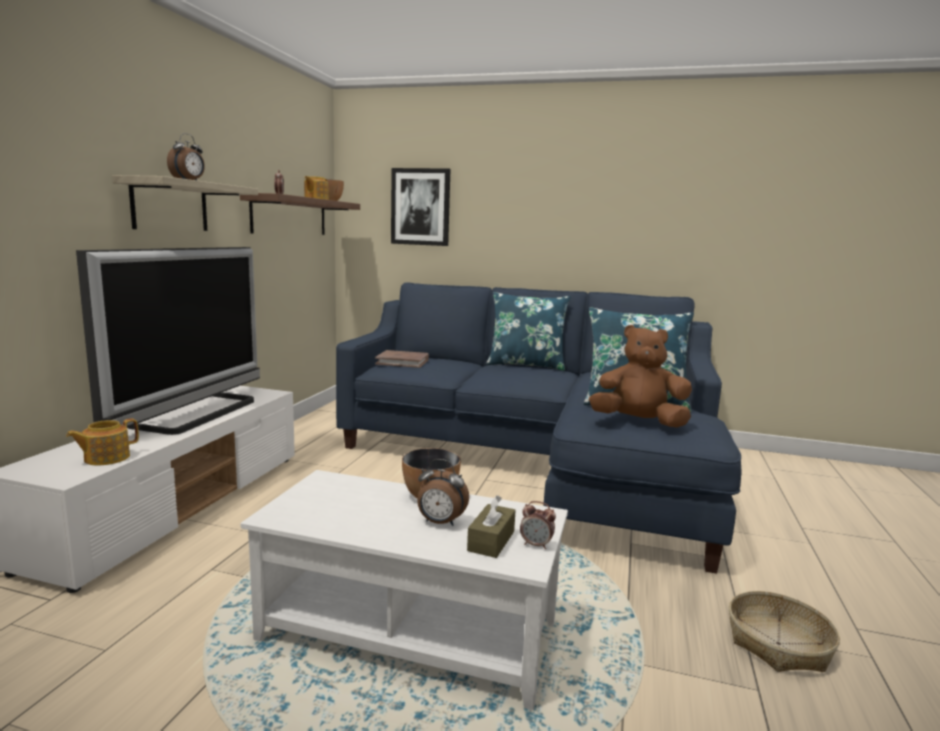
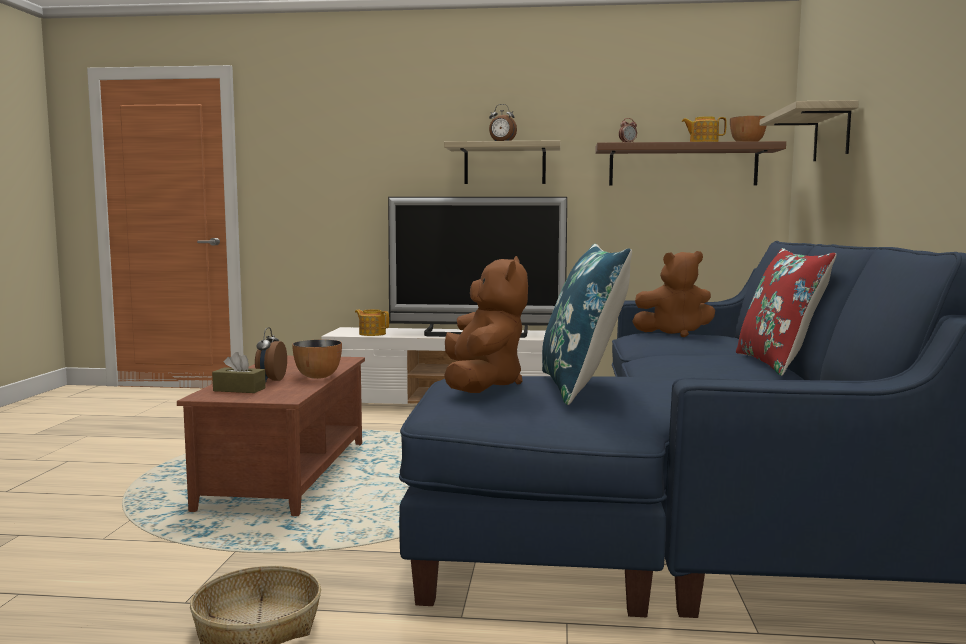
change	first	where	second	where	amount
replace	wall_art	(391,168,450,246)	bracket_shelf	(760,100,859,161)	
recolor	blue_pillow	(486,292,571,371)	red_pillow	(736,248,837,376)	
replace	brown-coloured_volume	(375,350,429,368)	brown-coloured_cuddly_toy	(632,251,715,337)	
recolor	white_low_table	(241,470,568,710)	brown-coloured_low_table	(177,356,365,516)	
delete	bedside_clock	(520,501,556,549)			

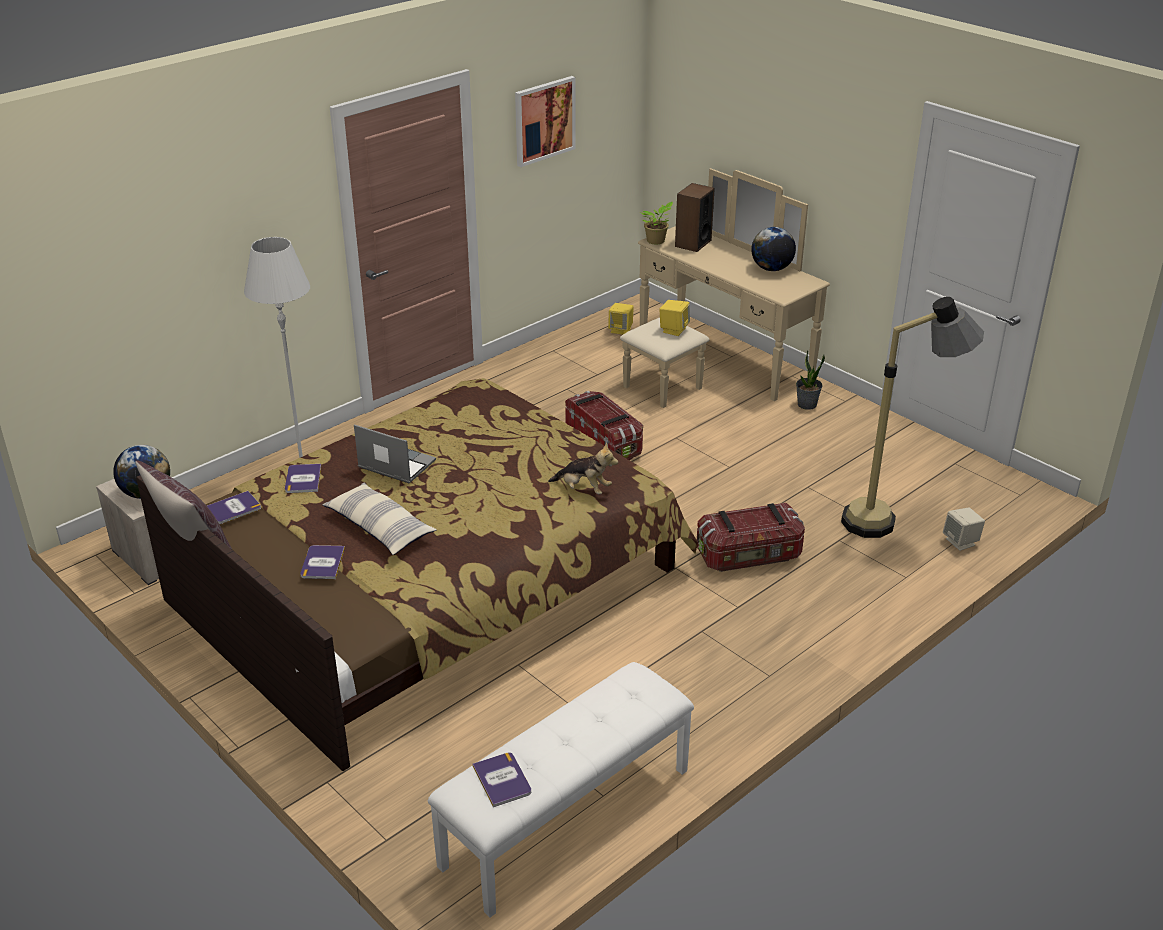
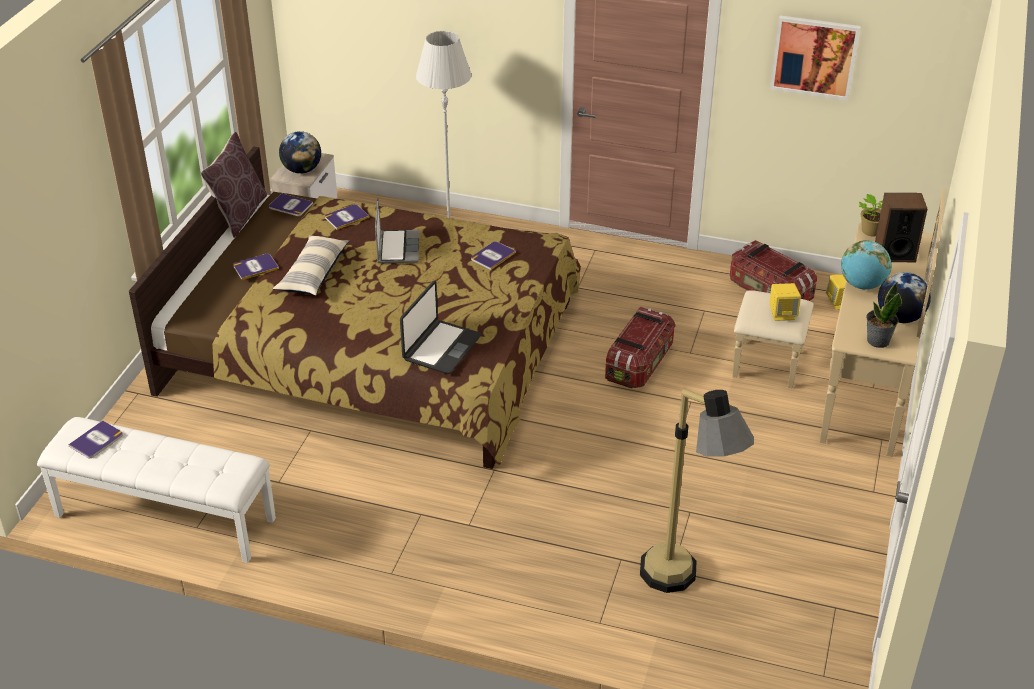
change	first	where	second	where	amount
move	plant_in_a_pot	(796,350,825,410)		(866,281,902,348)	
replace	cuddly_toy	(548,442,618,494)	laptop	(400,281,481,374)	
move	storage_box	(697,503,805,572)		(730,240,817,301)	
delete	sand-coloured_speaker	(943,507,985,551)			
insert			world_globe	(841,240,892,290)	
insert			volume	(471,241,516,270)	

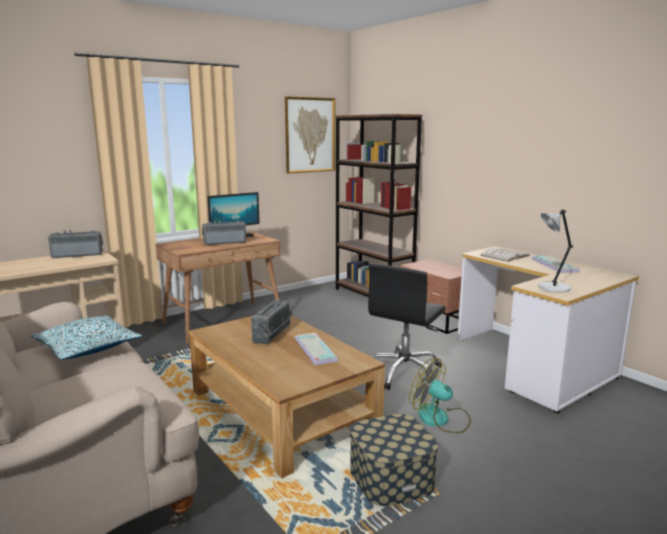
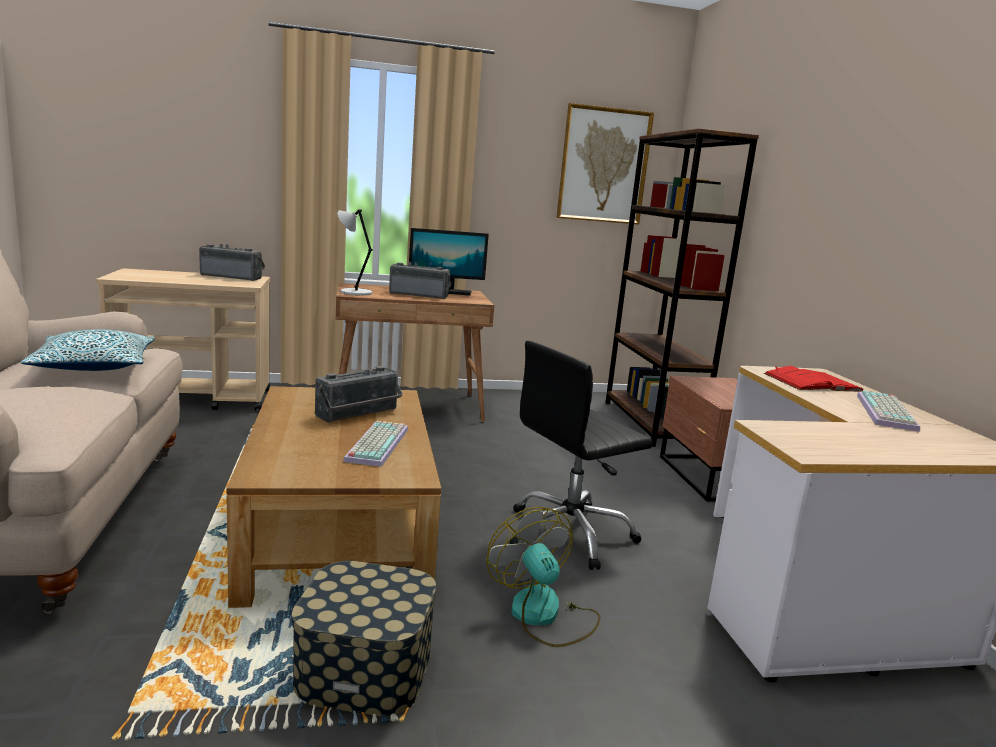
change	first	where	second	where	amount
move	gray_table_lamp	(538,209,573,292)		(337,209,373,296)	
recolor	white_volume	(480,249,530,262)	red_volume	(764,366,863,392)	

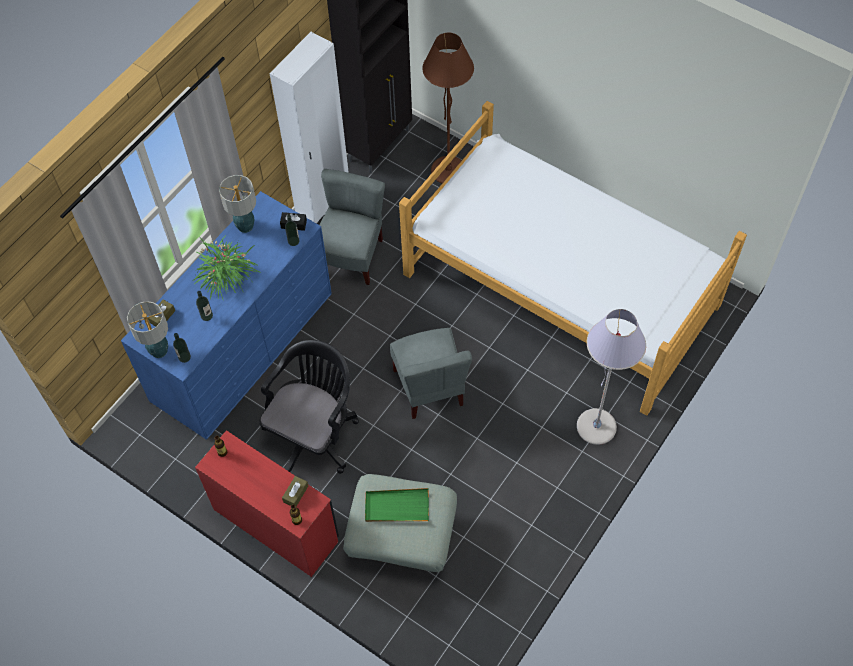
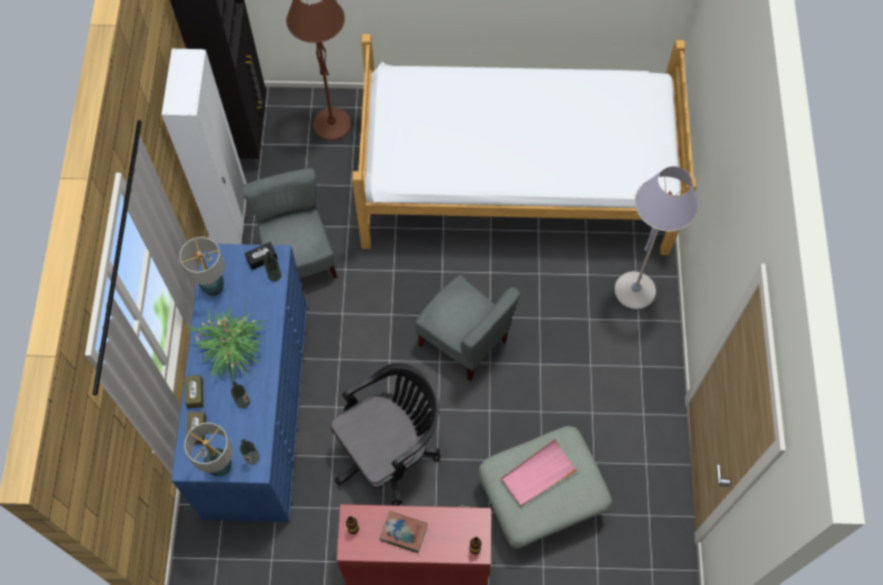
change	first	where	second	where	amount
rotate	black-coloured_computer_chair	(259,340,359,474)		(330,363,440,506)	60 degrees clockwise
move	brown-coloured_tissue_holder	(282,476,308,506)		(185,375,204,408)	
recolor	green_serving_tray	(365,488,429,522)	pink_serving_tray	(501,439,578,507)	
insert			volume	(379,511,428,553)	

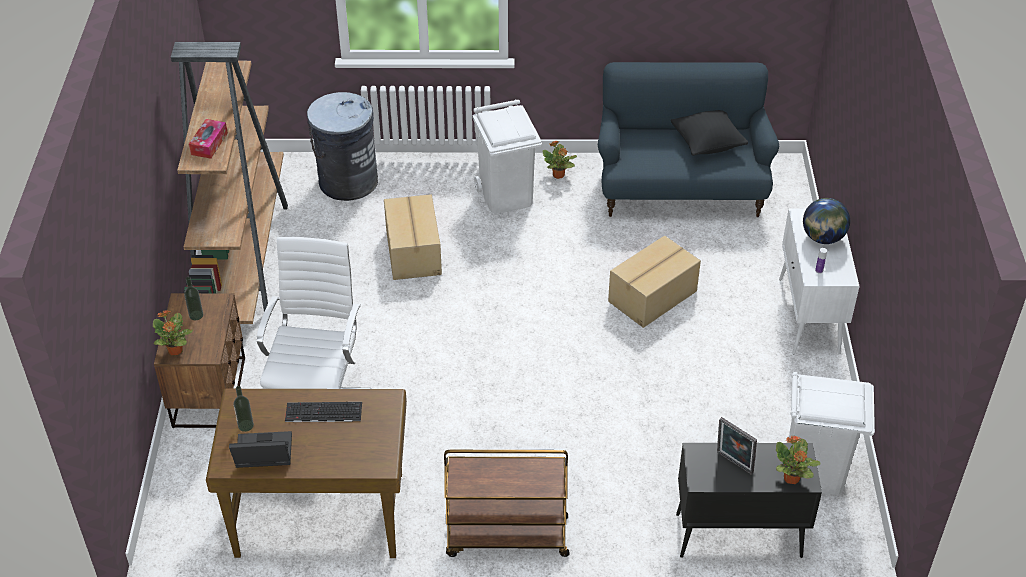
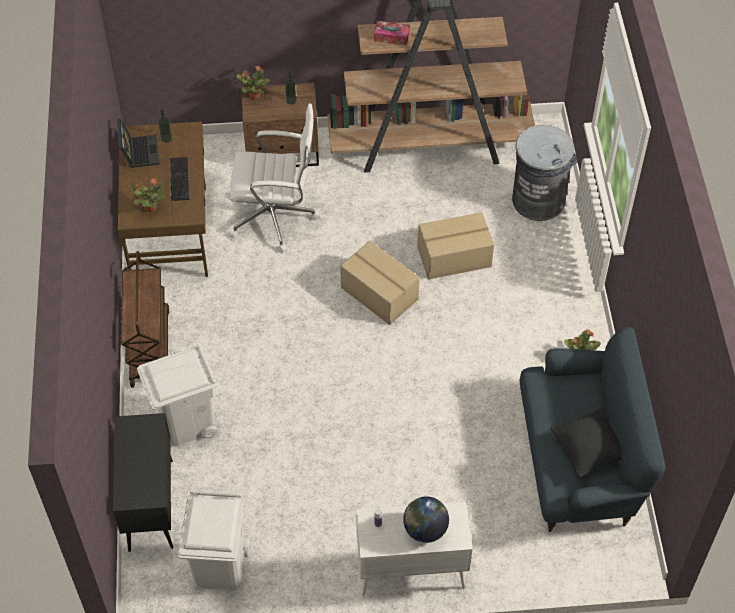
change	first	where	second	where	amount
move	white_waste_bin	(472,99,542,214)		(137,344,218,446)	
move	packing_box	(608,236,701,328)		(340,241,420,325)	
delete	picture_frame	(717,417,757,475)			
move	plant_in_a_pot	(776,435,821,484)		(132,178,165,212)	

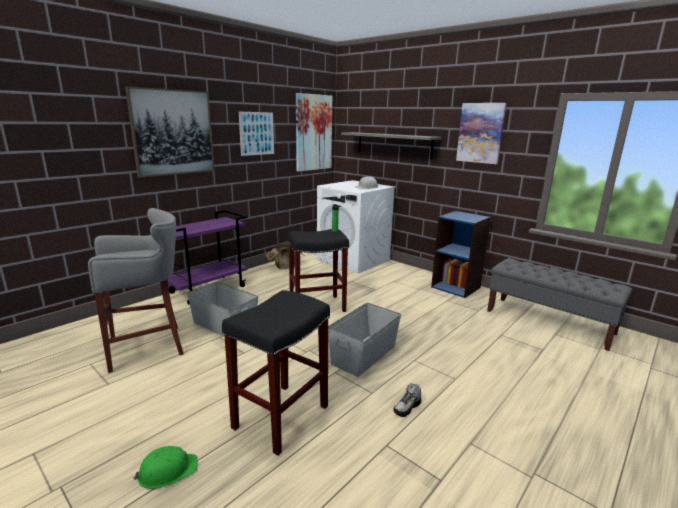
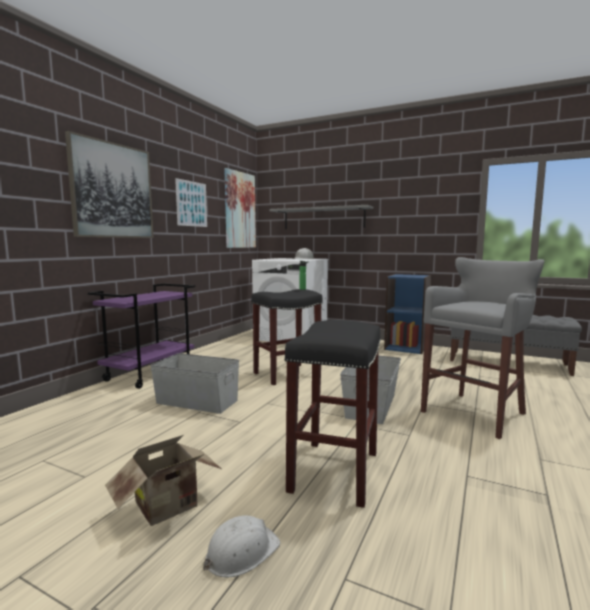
change	first	where	second	where	amount
delete	wall_art	(456,103,507,164)			
move	gray_stool	(88,208,184,373)		(421,257,544,439)	
move	packing_box	(266,243,303,269)		(105,435,221,526)	
delete	shoe	(393,383,421,417)			
recolor	green_work_helmet	(133,446,198,489)	white_work_helmet	(203,515,280,577)	

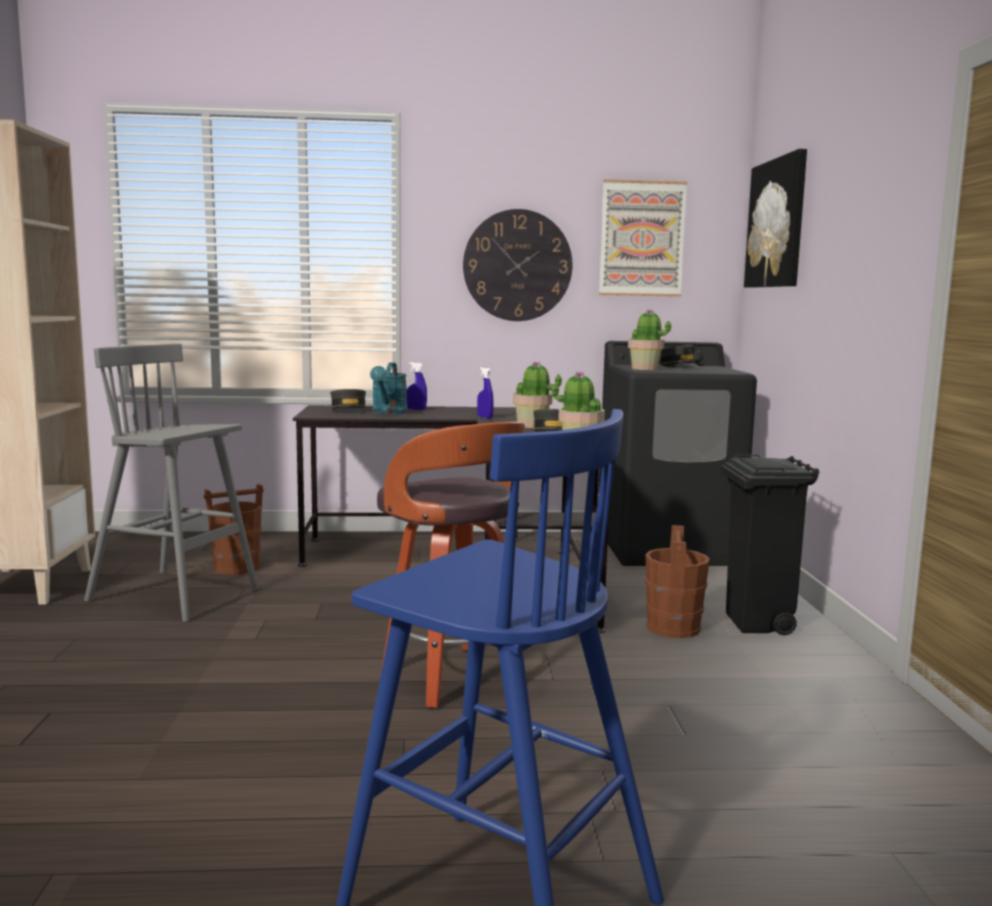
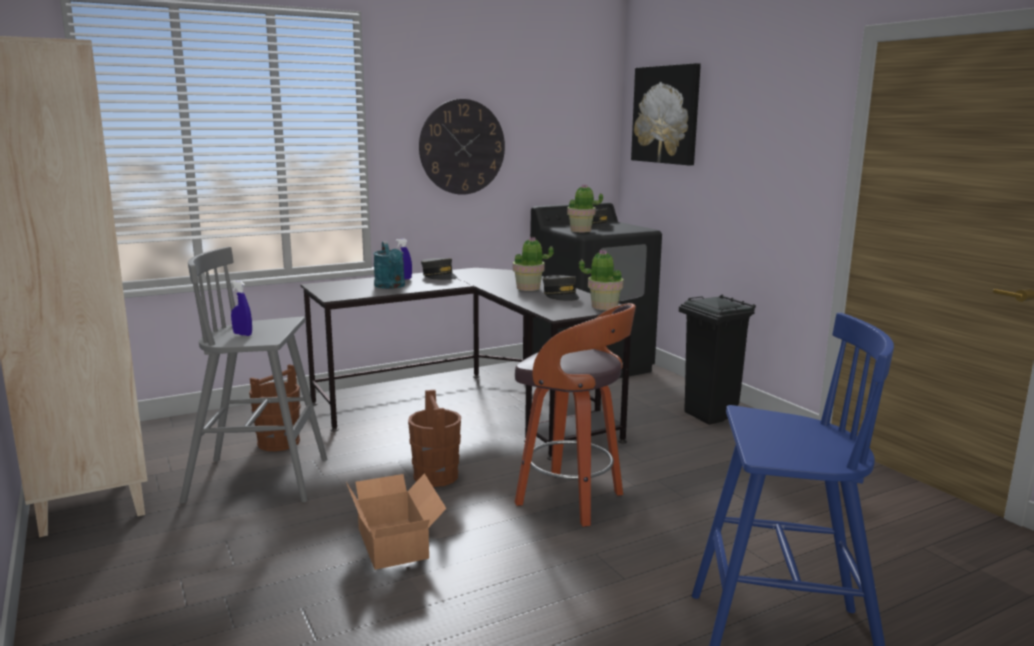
change	first	where	second	where	amount
delete	wall_art	(599,179,687,297)			
move	blue_hand_sprayer	(477,367,493,419)		(231,280,252,336)	
move	gray_cap	(330,389,366,414)		(421,258,457,280)	
move	brown-coloured_water_bucket	(645,525,710,638)		(408,390,461,487)	
insert			packing_box	(346,473,447,570)	

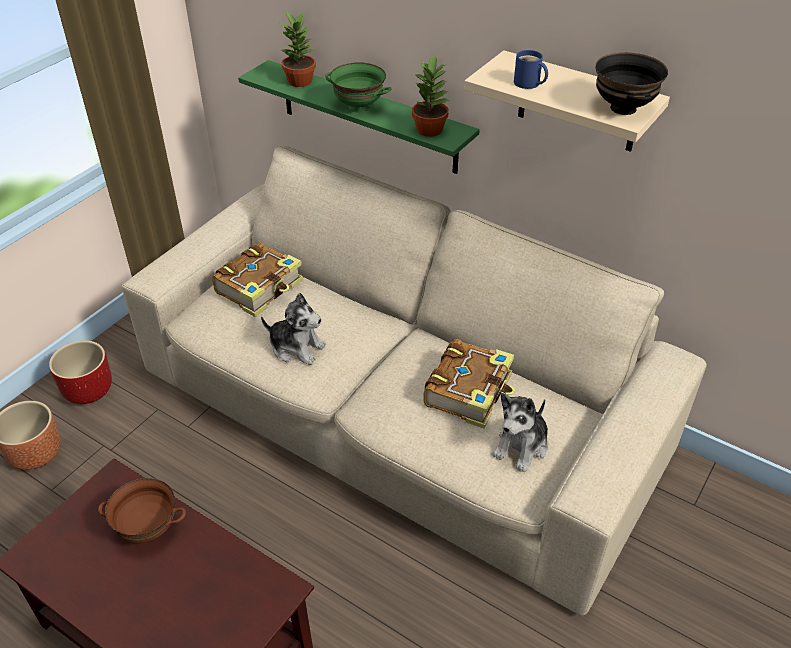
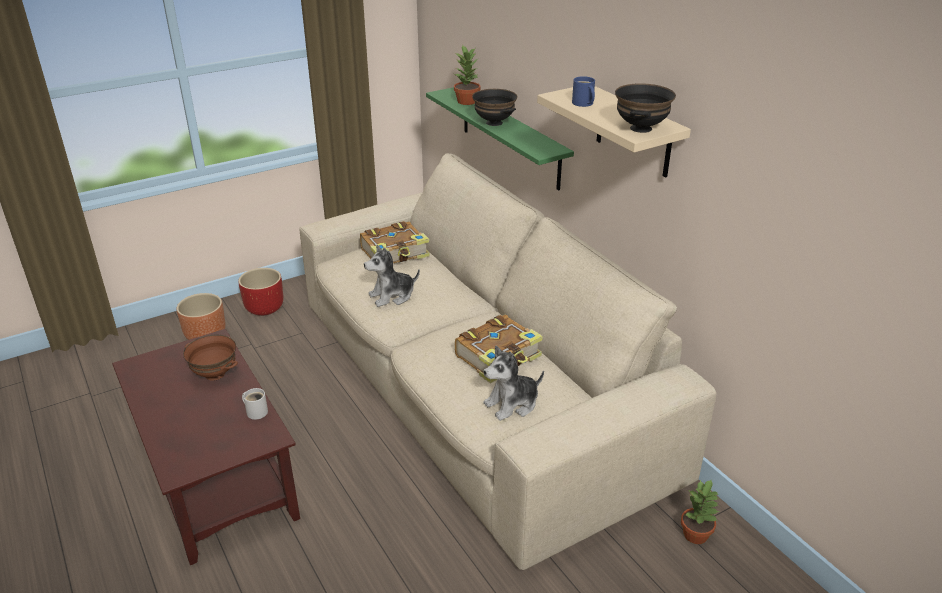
change	first	where	second	where	amount
move	plant_in_a_pot	(412,54,449,137)		(681,479,719,544)	
recolor	green_deep_dish	(325,62,392,112)	black-coloured_deep_dish	(472,89,517,126)	
rotate	cuddly_toy	(261,292,326,365)		(364,245,420,307)	105 degrees clockwise
insert			white_coffee_mug	(242,388,268,420)	

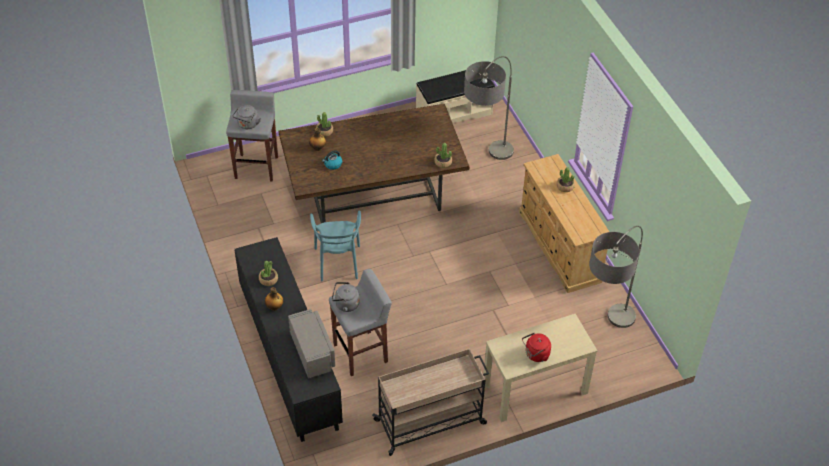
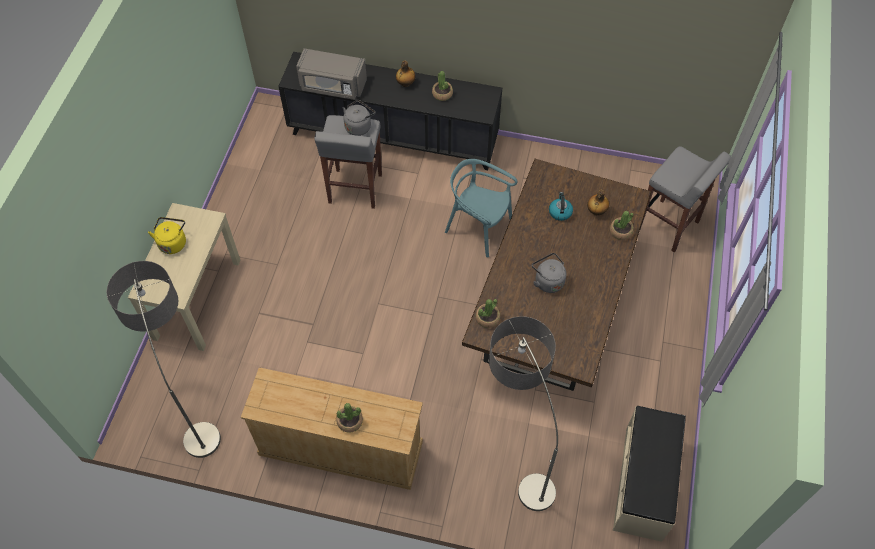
change	first	where	second	where	amount
move	gray_kettle	(233,105,261,129)		(532,253,566,293)	
recolor	red_kettle	(522,333,551,362)	yellowish_kettle	(148,217,186,254)	
delete	sand-coloured_wheeled_cart	(372,348,489,456)			

